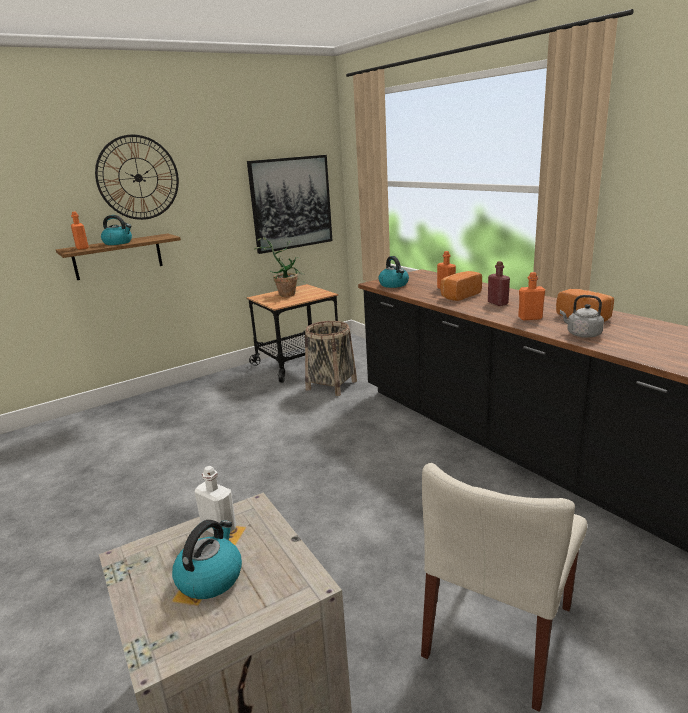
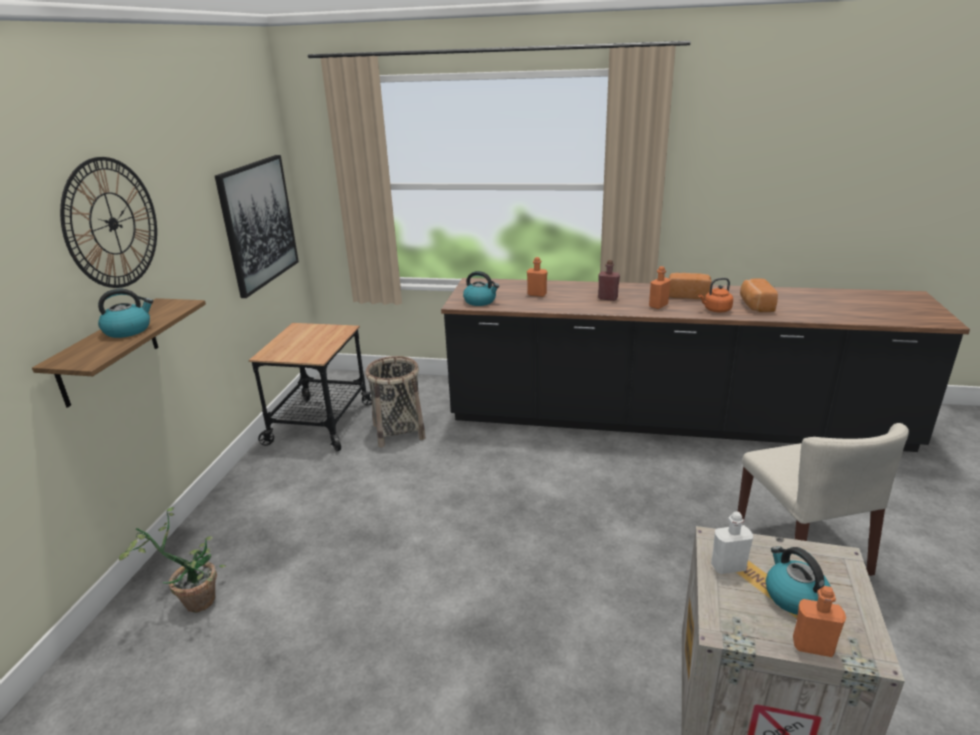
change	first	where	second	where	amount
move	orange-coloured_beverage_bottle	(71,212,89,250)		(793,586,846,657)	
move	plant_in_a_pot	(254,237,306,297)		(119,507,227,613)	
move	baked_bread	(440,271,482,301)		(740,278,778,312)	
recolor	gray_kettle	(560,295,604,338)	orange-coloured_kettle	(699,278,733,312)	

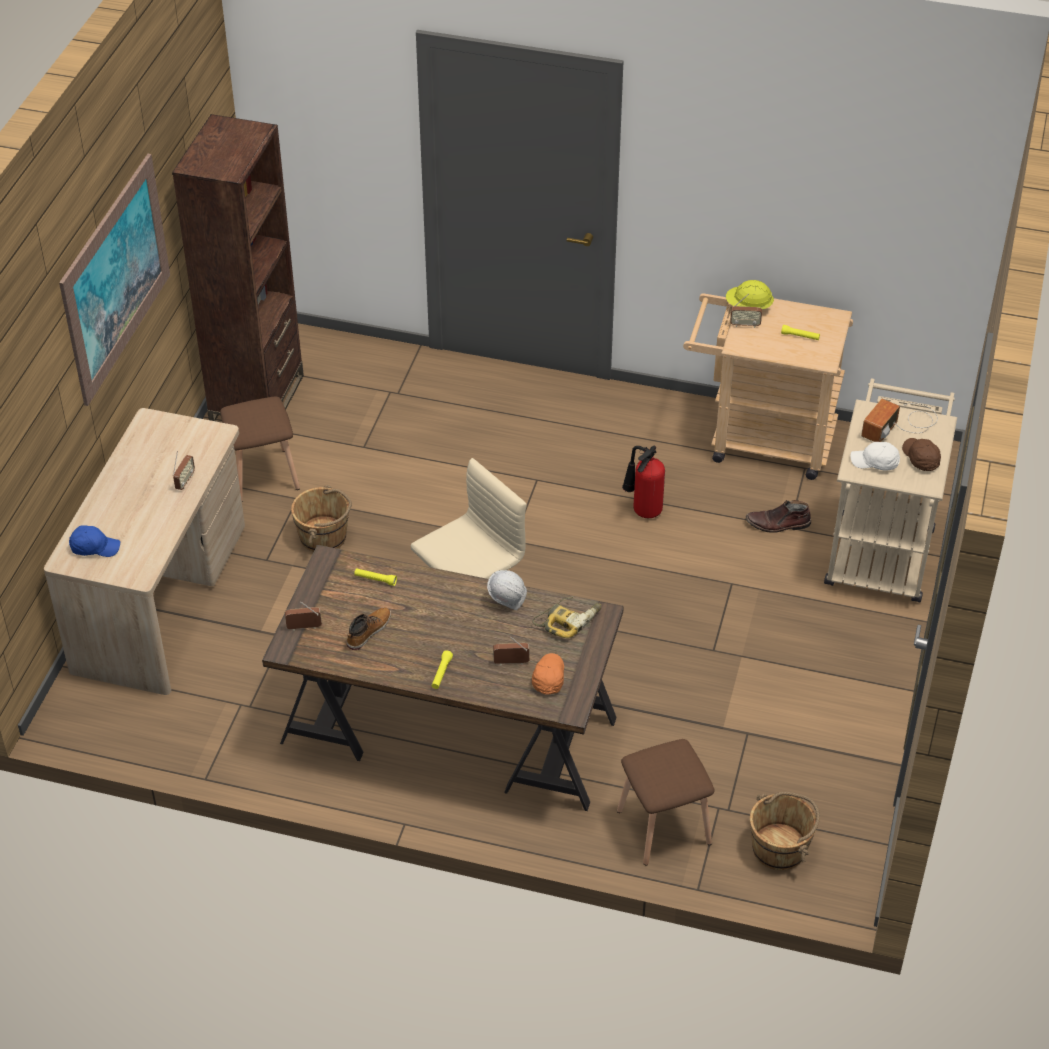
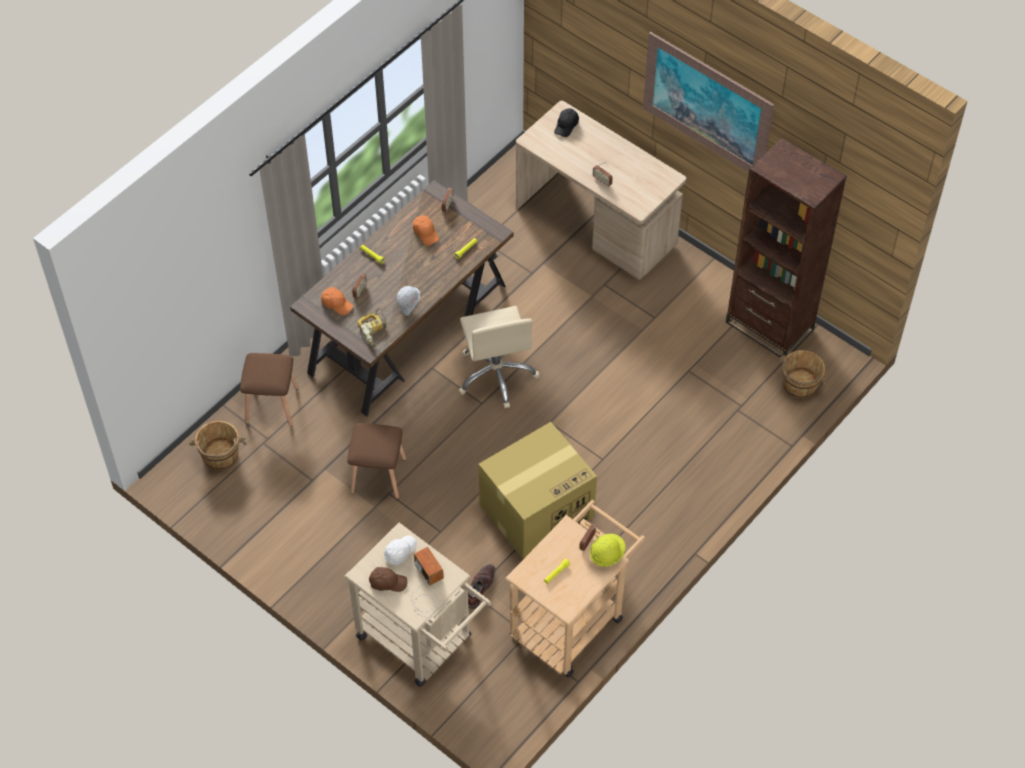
change	first	where	second	where	amount
move	brown-coloured_stool	(220,396,300,501)		(347,423,406,499)	
replace	extinguisher	(622,446,665,518)	packing_box	(478,422,597,559)	
move	brown-coloured_water_bucket	(291,485,352,552)		(779,350,828,399)	
recolor	blue_cap	(69,525,120,557)	black-coloured_cap	(554,108,579,137)	
replace	boot	(347,608,391,650)	orange-coloured_cap	(413,216,439,245)	

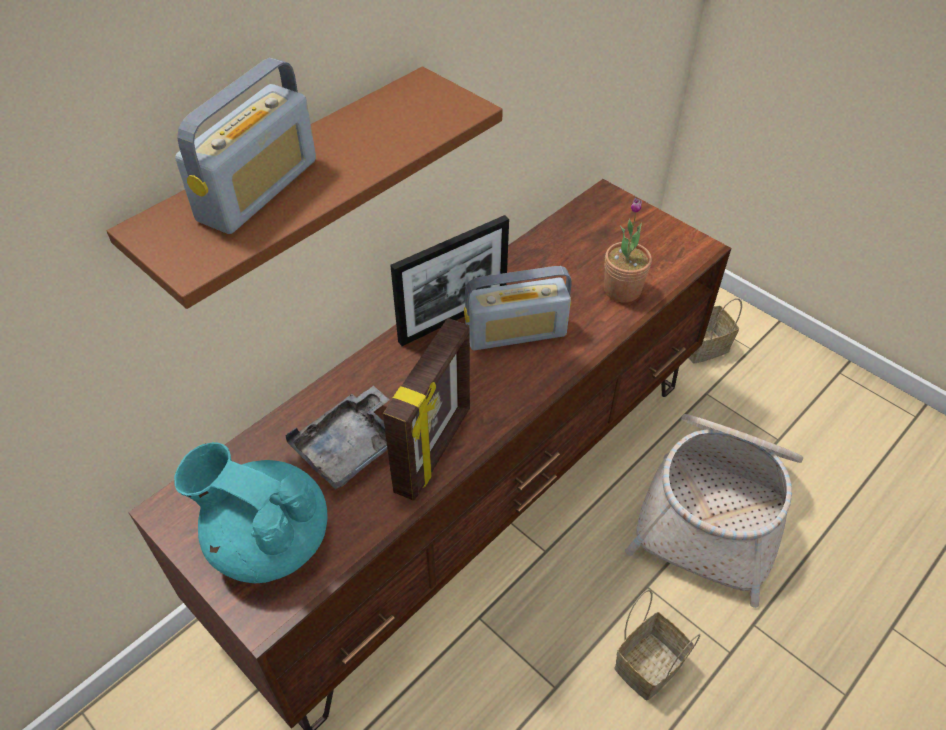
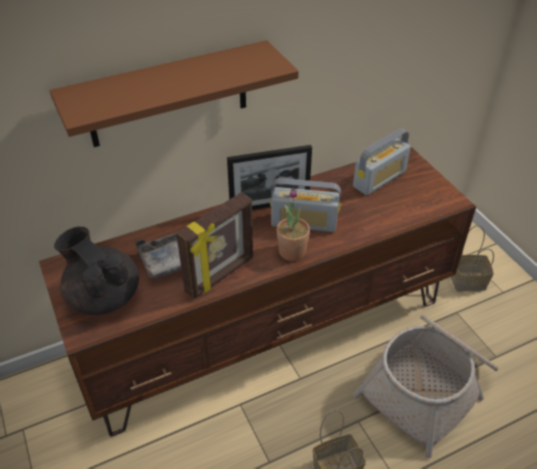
change	first	where	second	where	amount
move	radio_set	(175,58,316,234)		(353,129,411,195)	
move	plant_in_a_pot	(604,198,652,303)		(276,188,310,261)	
recolor	turquoise-coloured_teapot	(174,442,328,583)	black-coloured_teapot	(54,227,139,315)	

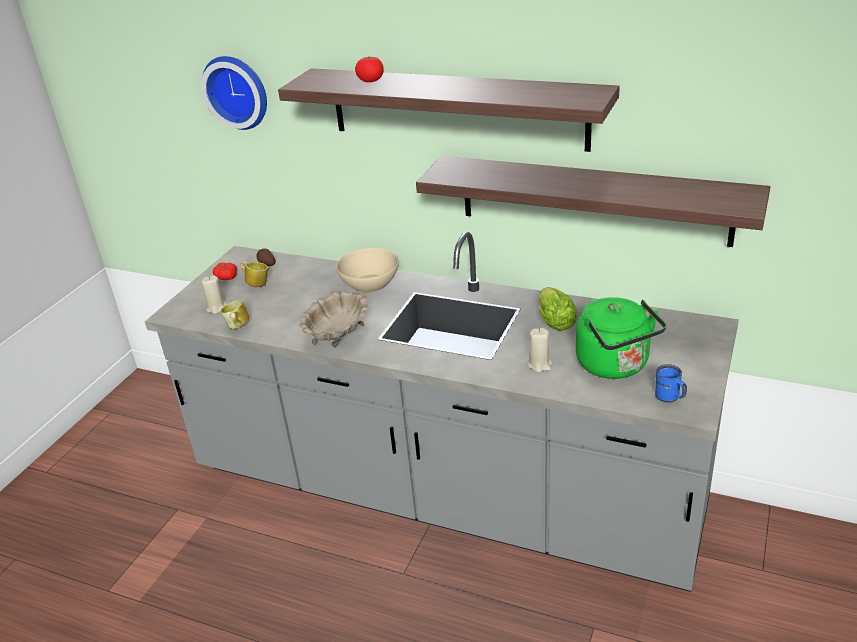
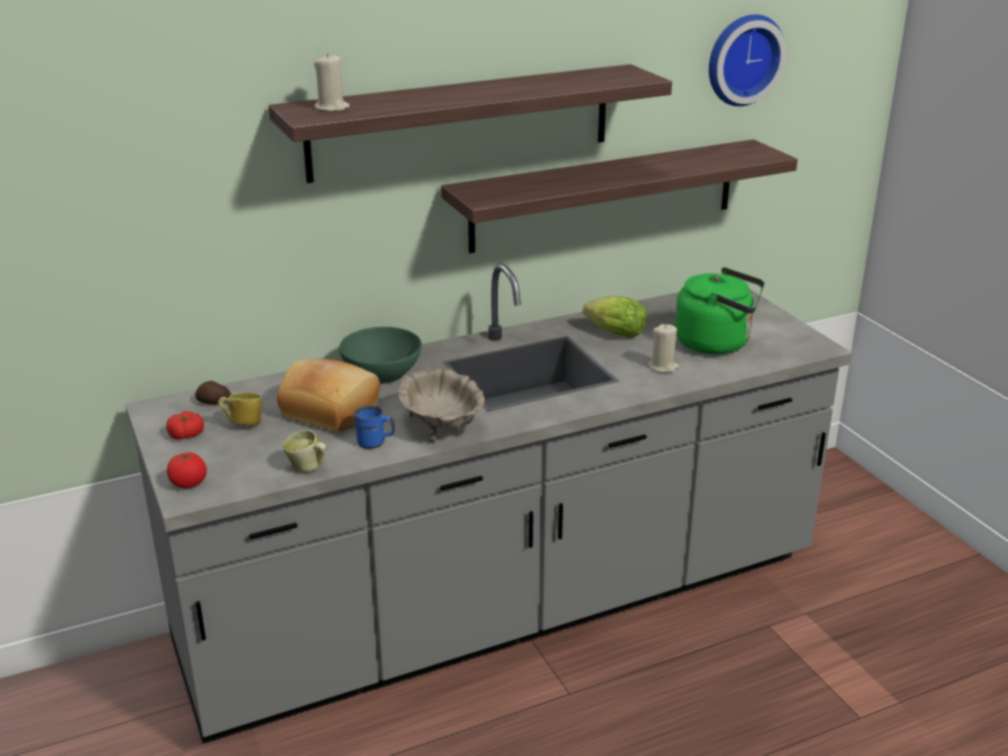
change	first	where	second	where	amount
move	wall_clock	(201,56,267,130)		(709,14,786,106)	
move	fresh_tomato	(355,57,384,82)		(167,452,207,488)	
recolor	sand-coloured_deep_dish	(336,248,399,293)	green_deep_dish	(339,327,422,384)	
move	sand-coloured_wax_candle	(201,275,227,314)		(314,53,350,111)	
move	blue_coffee_mug	(655,364,687,402)		(354,405,395,449)	
insert			baked_bread	(277,359,380,432)	

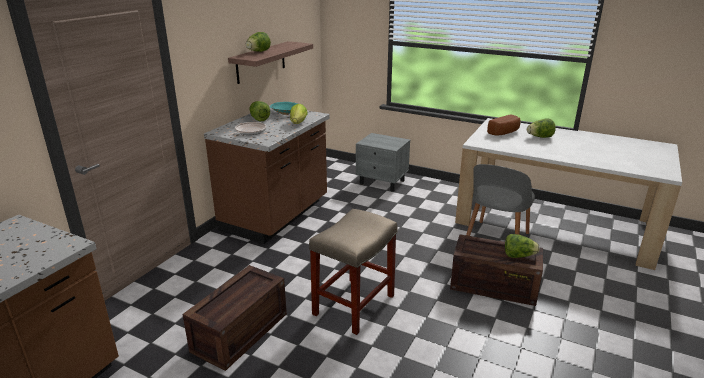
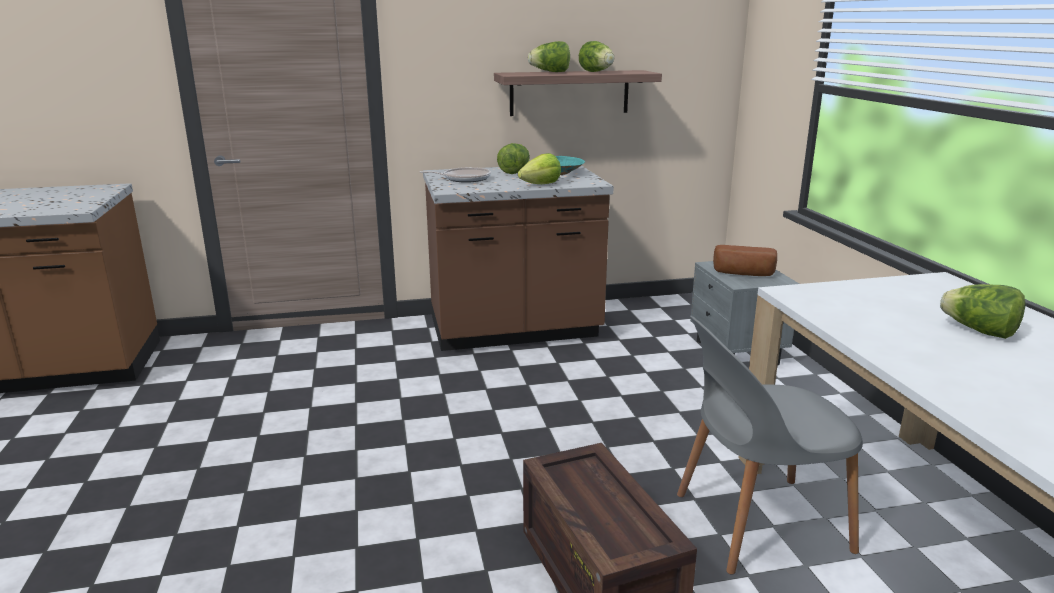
change	first	where	second	where	amount
move	baked_bread	(487,114,520,136)		(713,245,777,276)	
delete	sand-coloured_stool	(309,209,397,335)			
move	lettuce	(505,234,539,258)		(579,41,614,72)	
delete	shipping_crate	(182,265,287,371)			

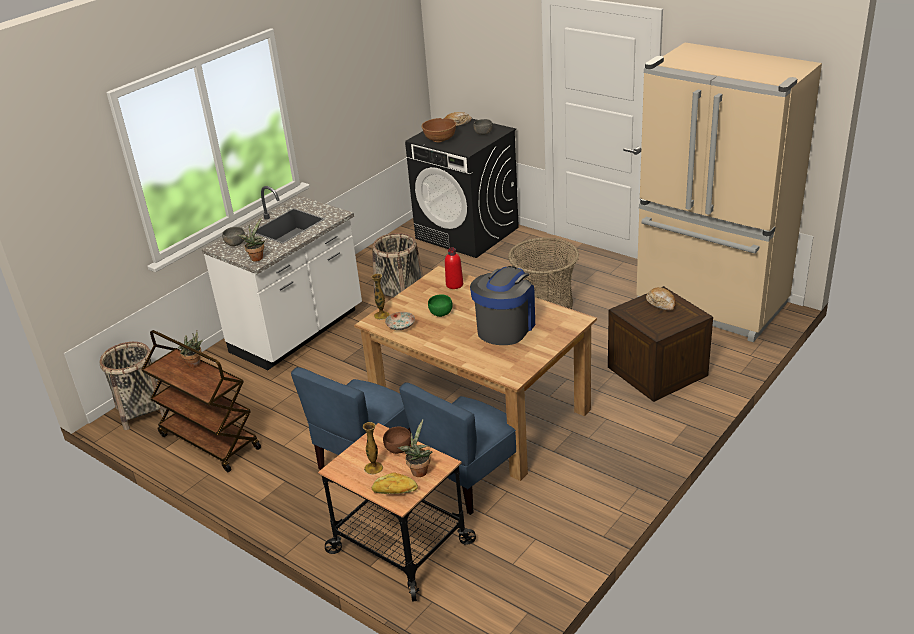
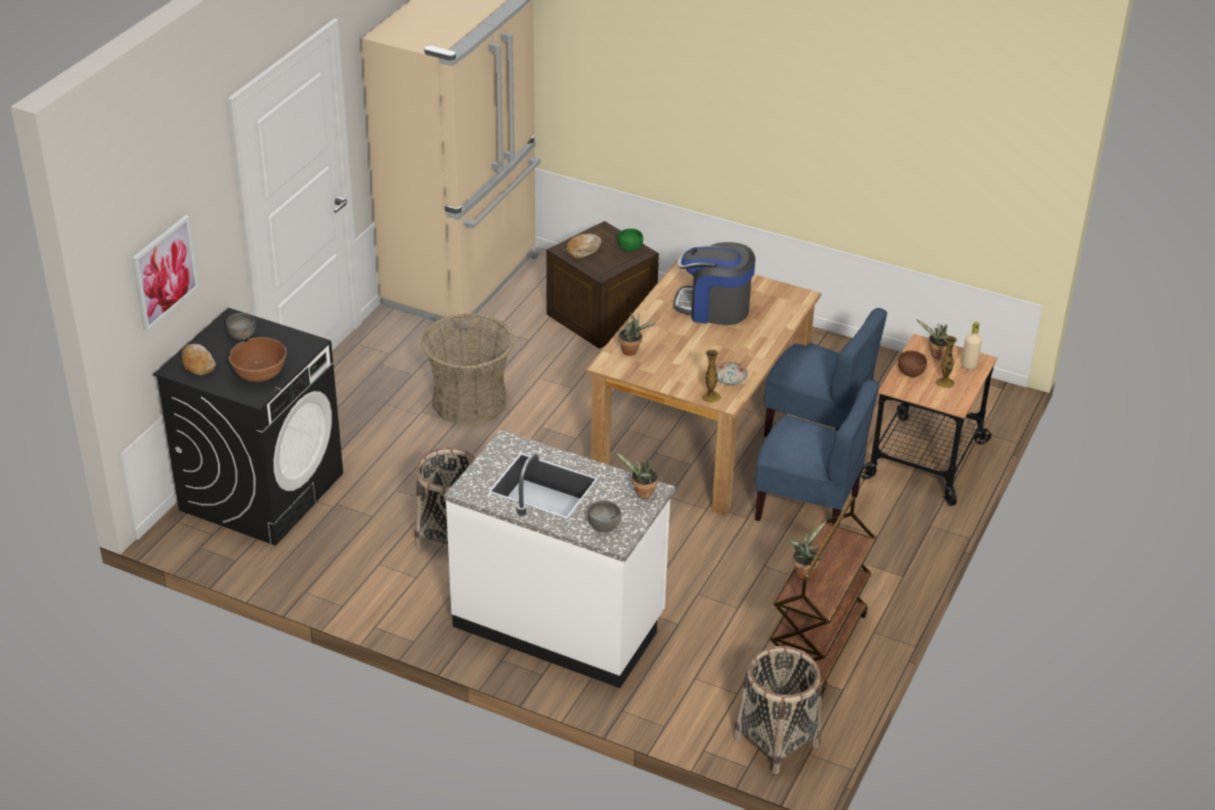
change	first	where	second	where	amount
replace	red_beverage_bottle	(445,248,463,289)	plant_in_a_pot	(618,312,656,356)	
move	green_deep_dish	(428,294,452,317)		(618,229,643,252)	
replace	baked_bread	(372,472,418,494)	sand-coloured_beverage_bottle	(962,322,982,369)	
insert			wall_art	(132,215,199,331)	

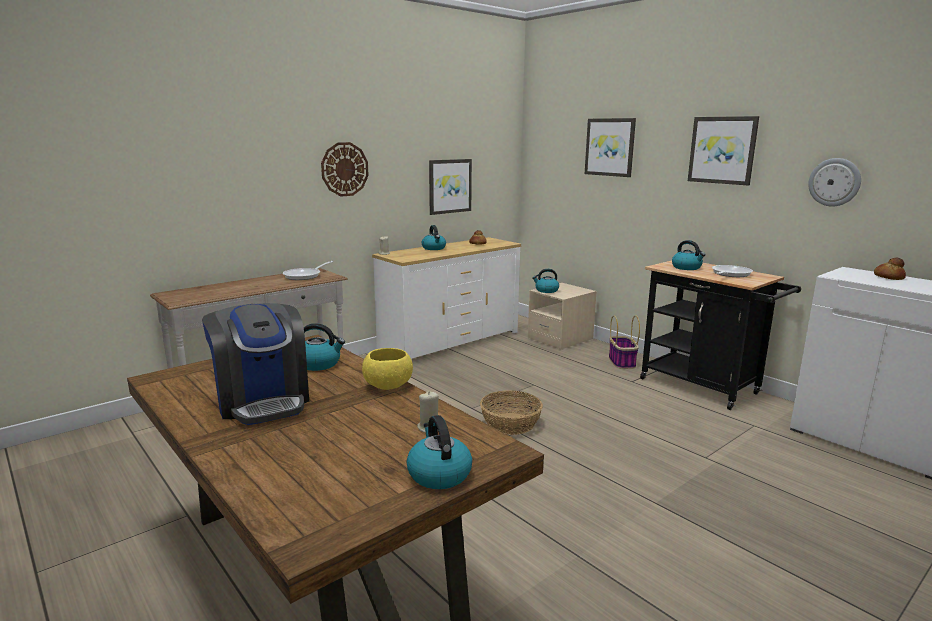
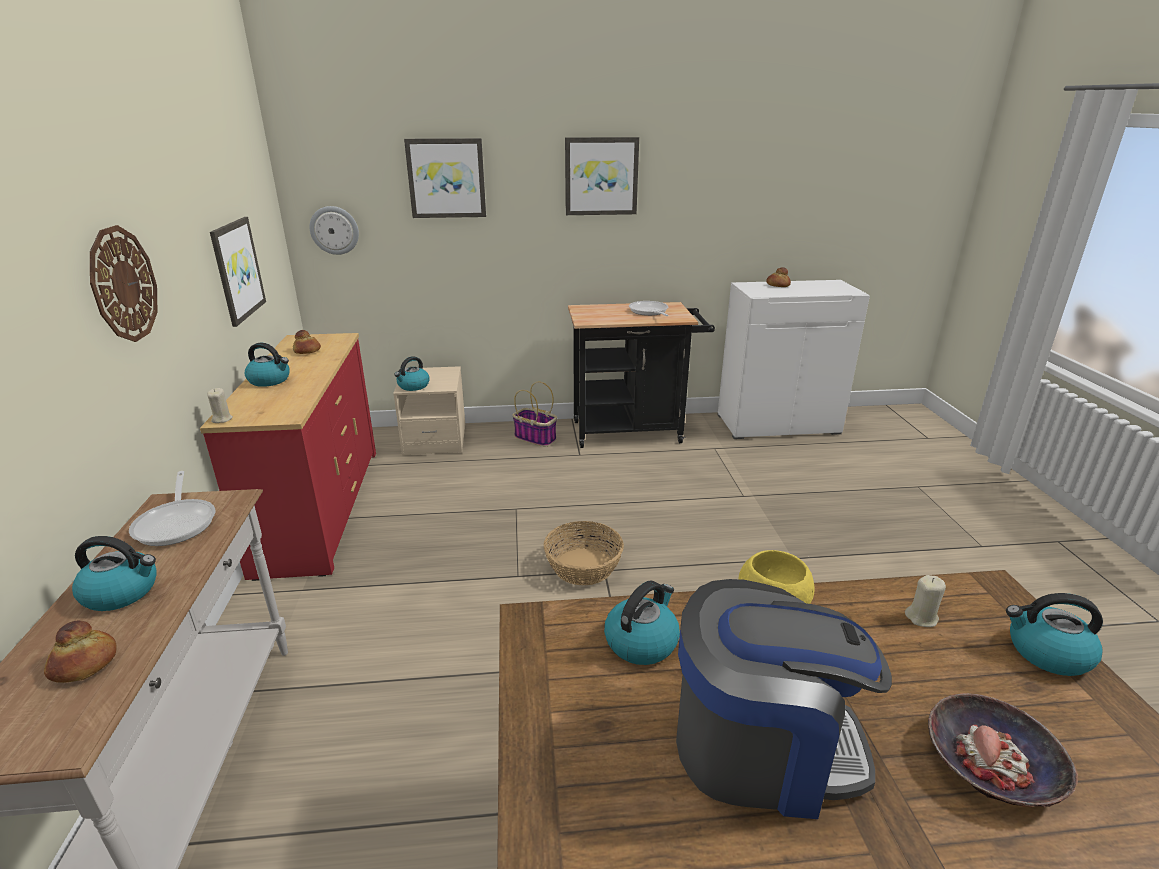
change	first	where	second	where	amount
move	wall_clock	(808,158,861,206)		(309,206,359,255)	
recolor	white_drawer_chest	(372,237,521,359)	red_drawer_chest	(200,333,376,581)	
move	kettle	(672,240,706,270)		(72,536,157,611)	
insert			baked_bread	(44,621,117,683)	
insert			deep_dish	(928,693,1078,807)	

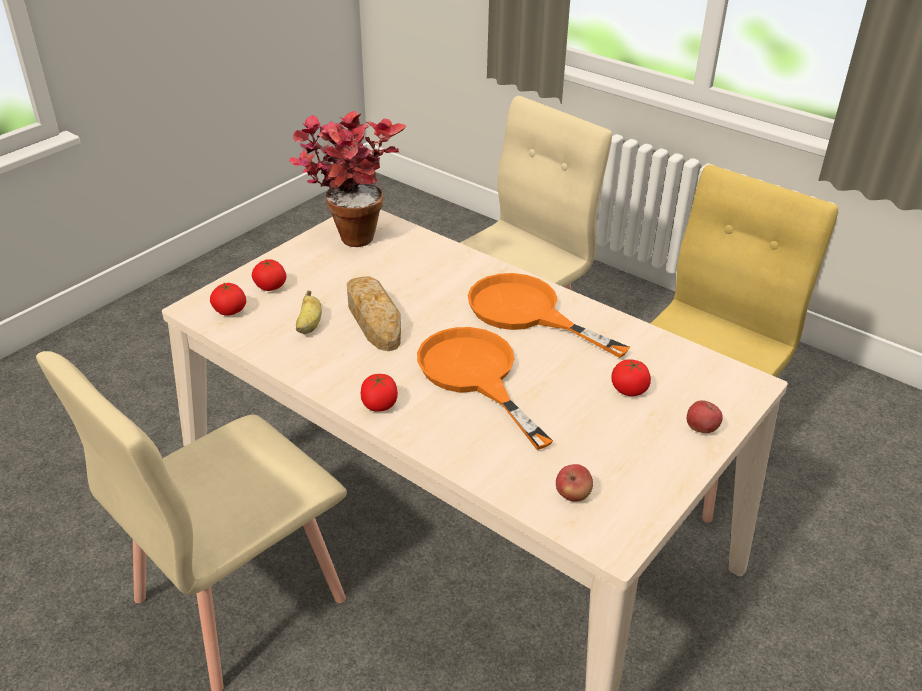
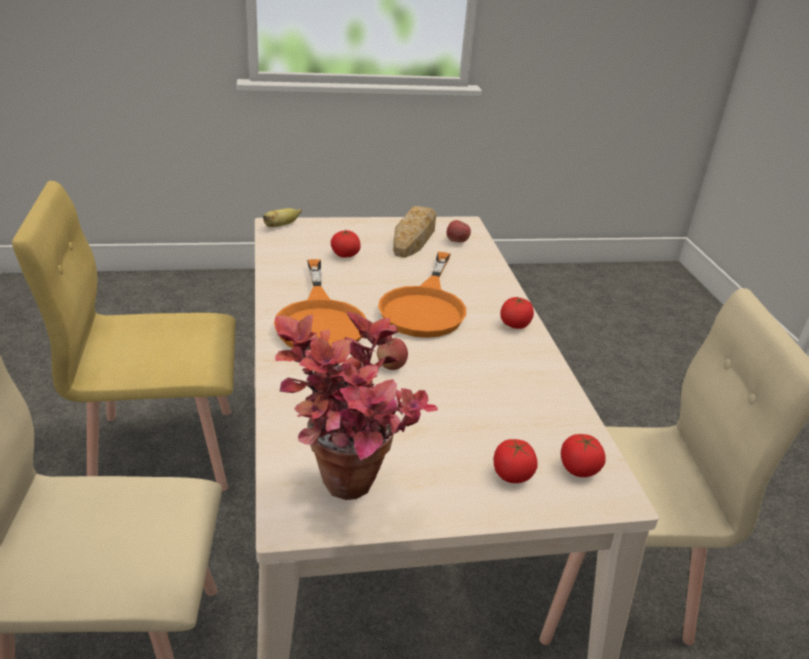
change	first	where	second	where	amount
move	baked_bread	(347,276,401,351)		(393,206,436,258)	
move	banana_fruit	(296,290,322,334)		(263,208,302,227)	
move	apple	(687,400,723,433)		(377,338,408,370)	

